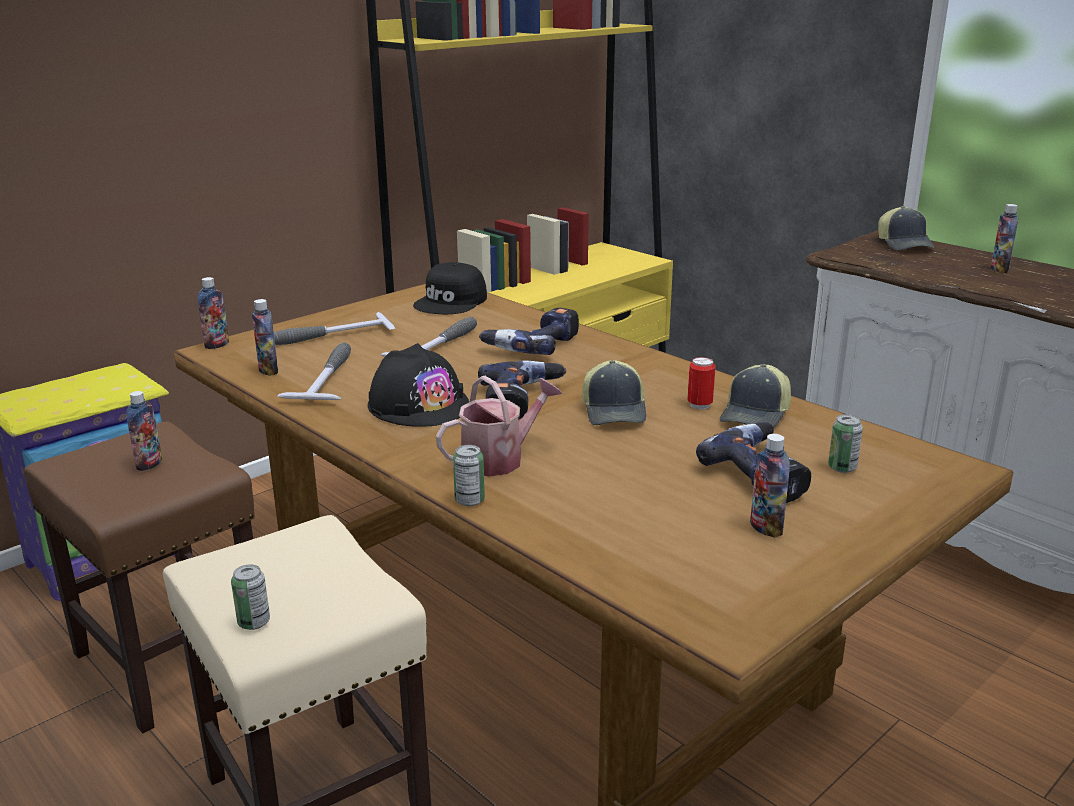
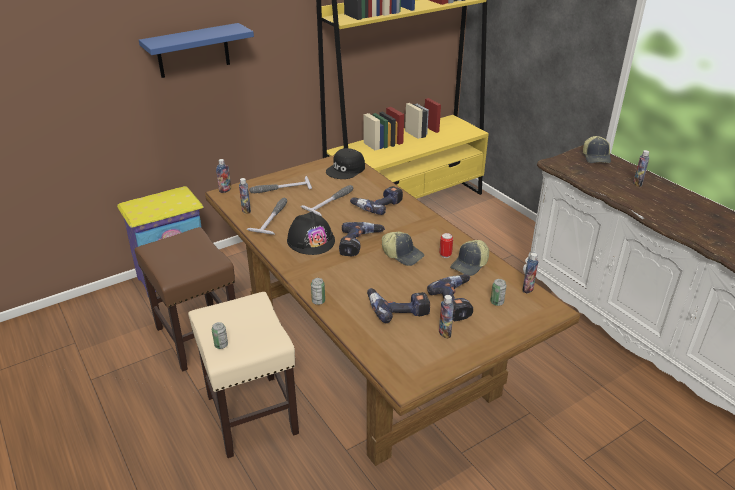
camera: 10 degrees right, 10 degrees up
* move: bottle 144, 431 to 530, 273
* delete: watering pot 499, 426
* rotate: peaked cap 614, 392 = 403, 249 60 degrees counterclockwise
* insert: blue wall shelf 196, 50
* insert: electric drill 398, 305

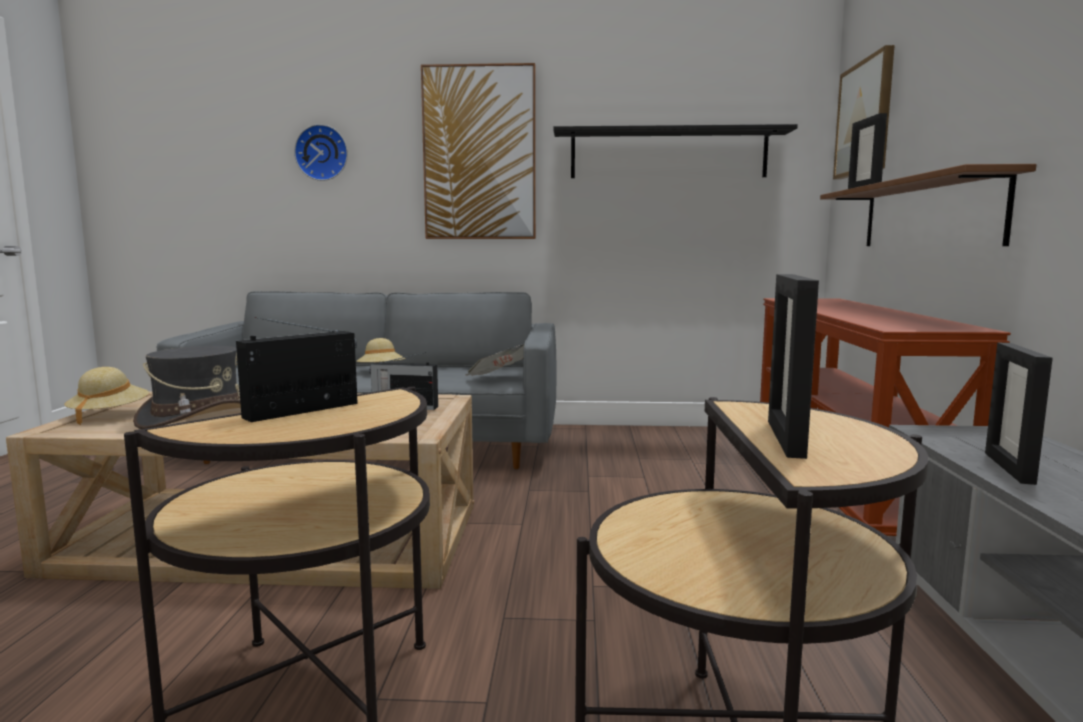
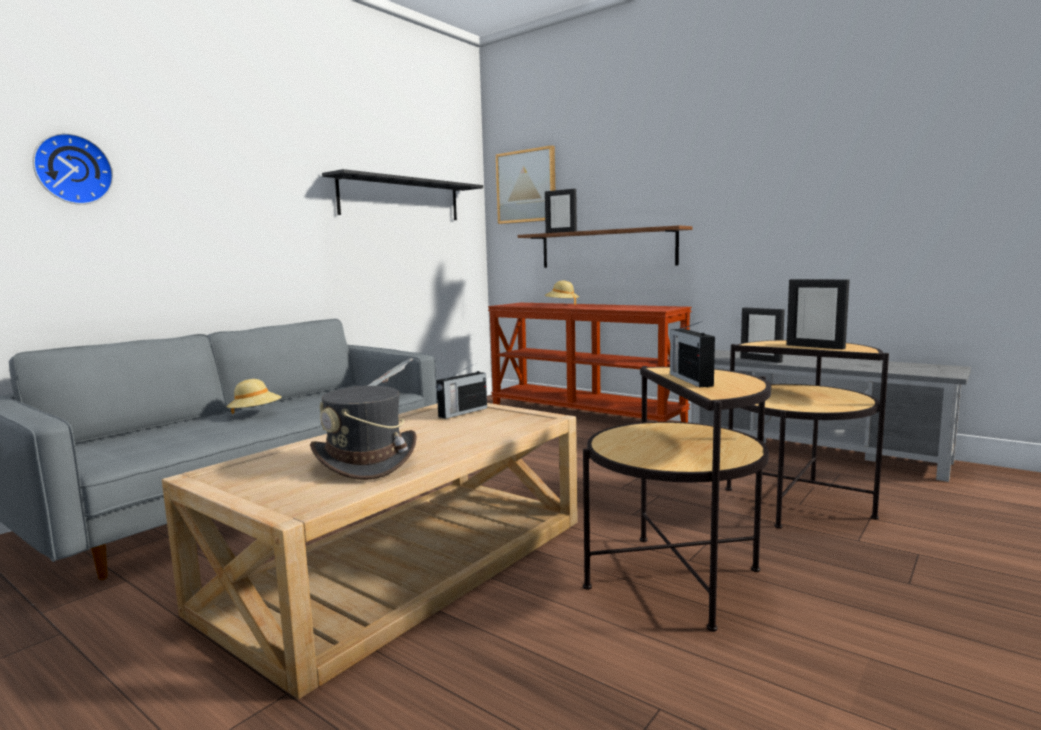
camera: 55 degrees left, 0 degrees up
* move: beige wearable hat 106, 396 to 562, 293
* delete: wall picture 478, 151

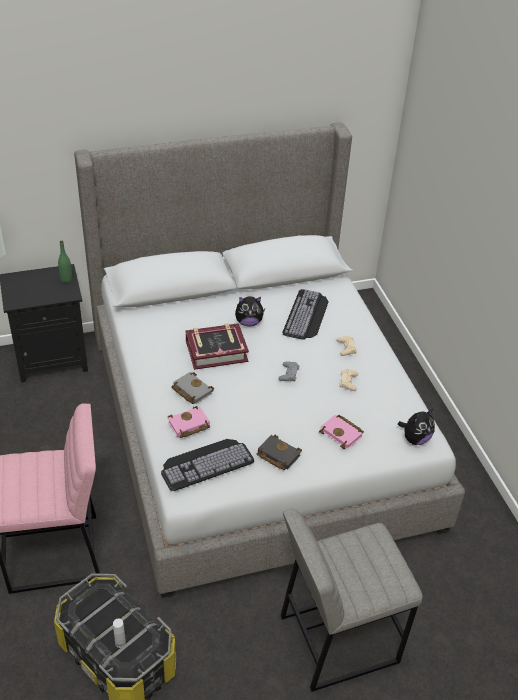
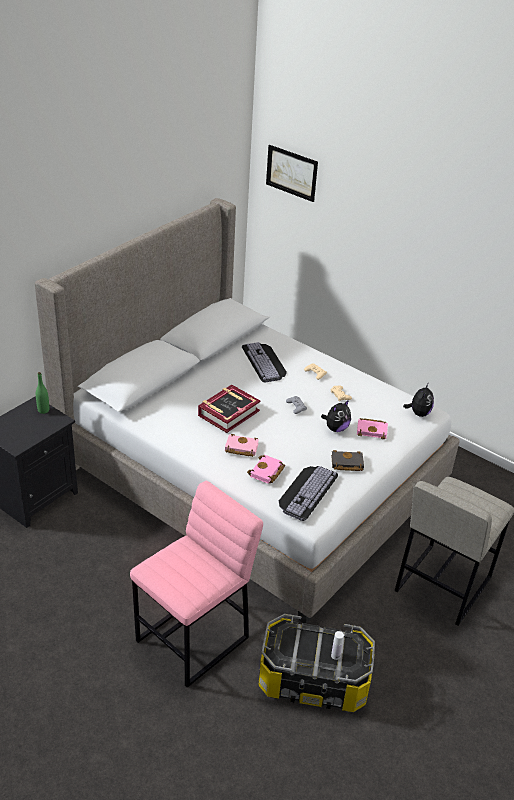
camera: 35 degrees left, 5 degrees down
* recolor: grey book 192, 388 to pink-coloured book 242, 445
* move: plush toy 250, 311 to 336, 416
* insert: wall picture 292, 173

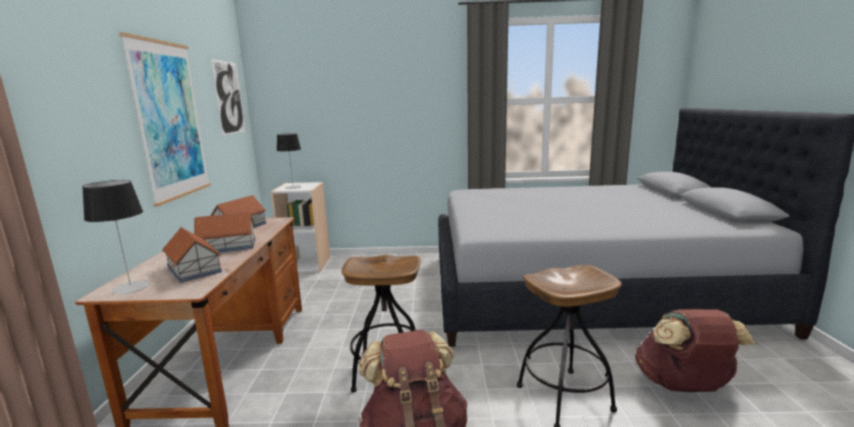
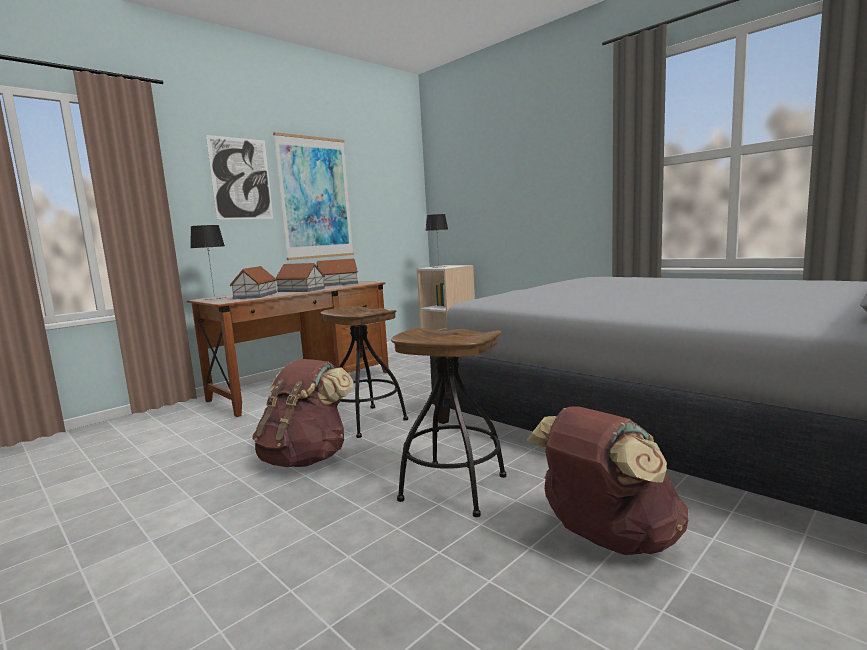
camera: 45 degrees right, 5 degrees down
* move: wall picture 228, 97 to 239, 177

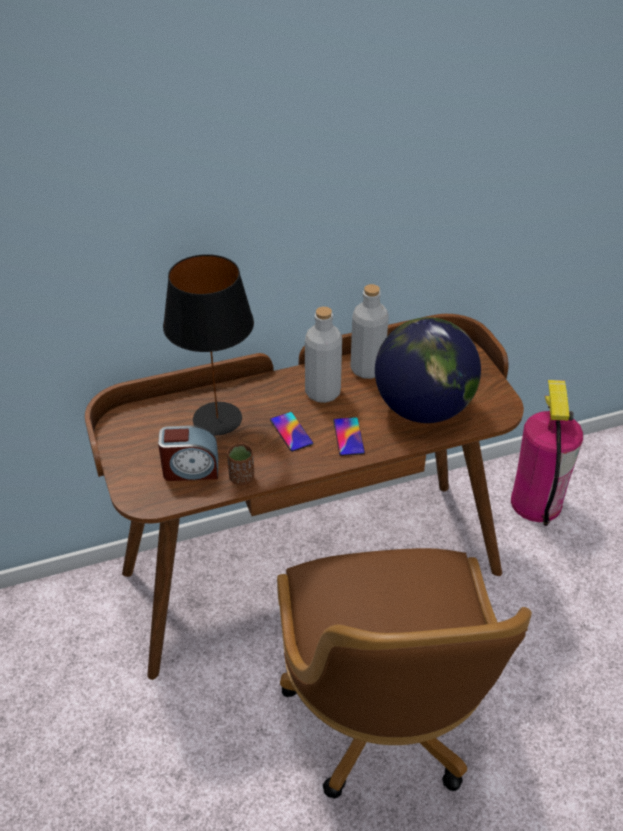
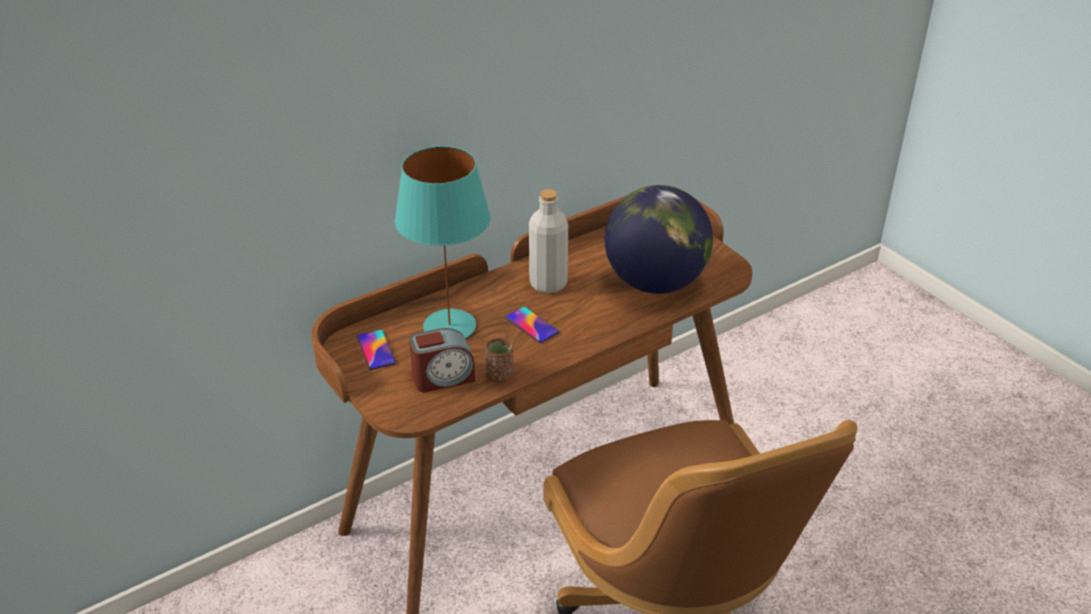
camera: 15 degrees left, 5 degrees down
* recolor: blackish table lamp 208, 344 to turquoise-coloured table lamp 443, 242
* move: phone 349, 436 to 376, 350
* delete: grey bottle 369, 331
* delete: extinguisher 547, 453

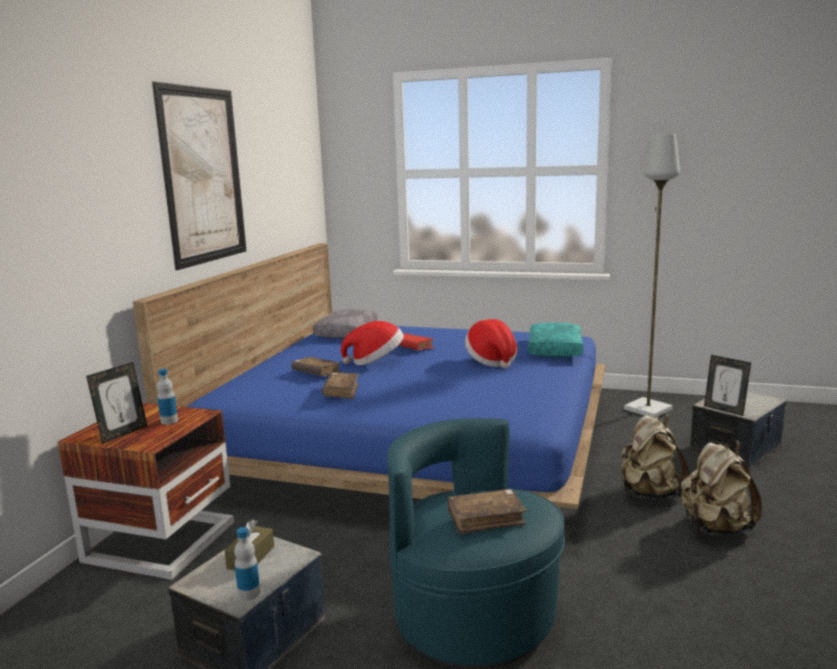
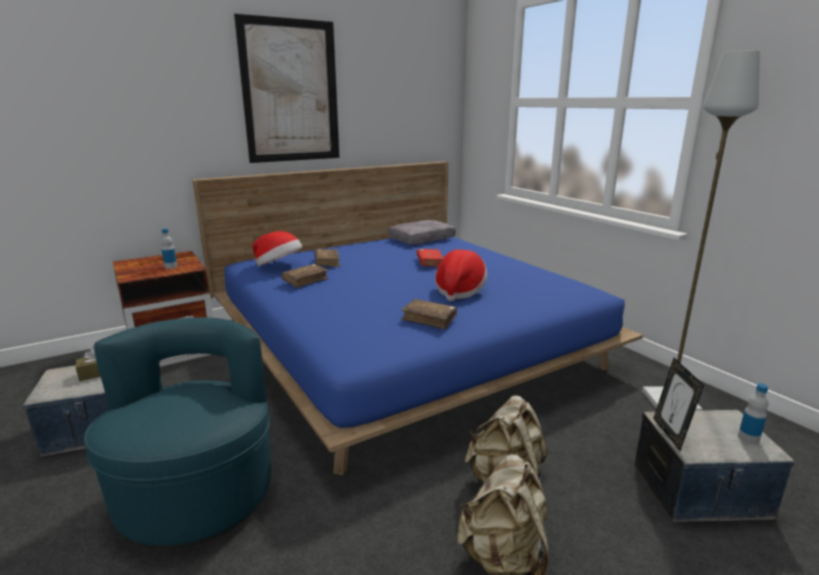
camera: 40 degrees right, 5 degrees up
* delete: photo frame 116, 403
* move: bottle 247, 564 to 753, 414
* move: wearable hat 372, 343 to 277, 248
* move: brown-coloured book 487, 511 to 429, 314
* delete: turquoise-coloured throw pillow 555, 340

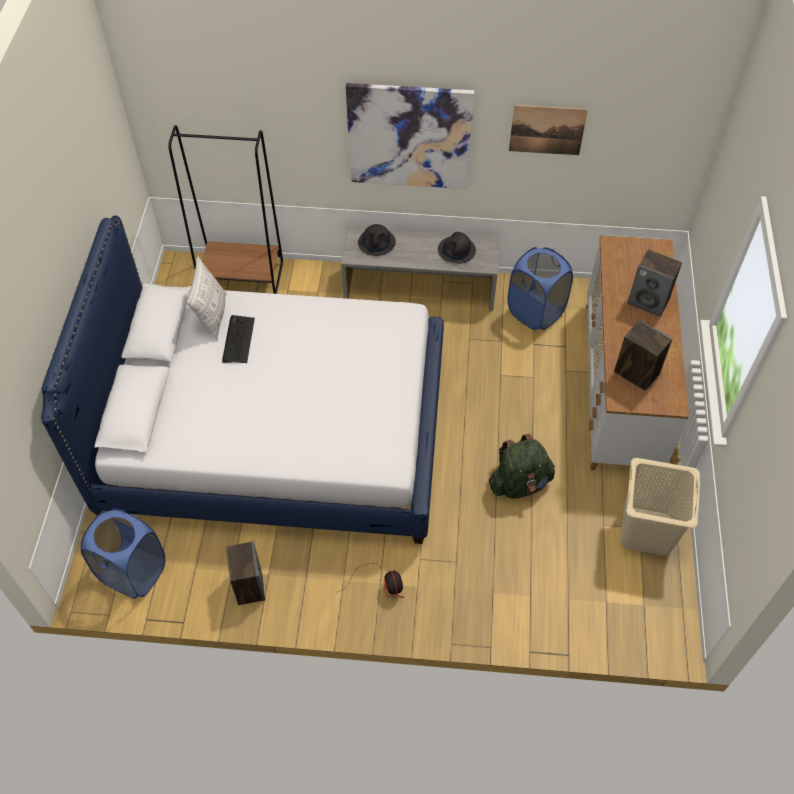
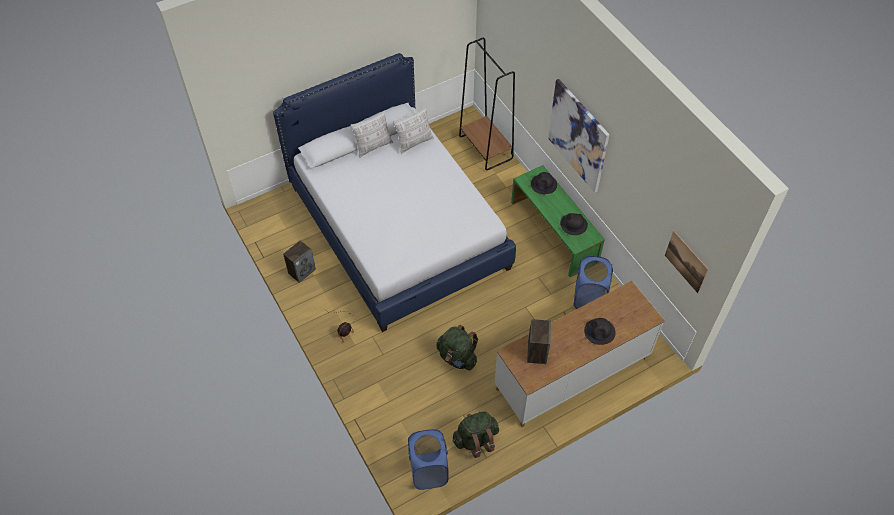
camera: 55 degrees right, 0 degrees up
* move: blue laundry basket 123, 553 to 428, 459
* delete: computer keyboard 238, 339
* recolor: grey indoor bench 420, 269 to greenish indoor bench 558, 221
* move: wall picture 548, 130 to 686, 262
* replace: beige laundry basket 660, 507 to greenish knapsack 476, 435
* replace: loudspeaker 655, 283 to blackish wearable hat 600, 331
* insert: throw pillow 371, 134

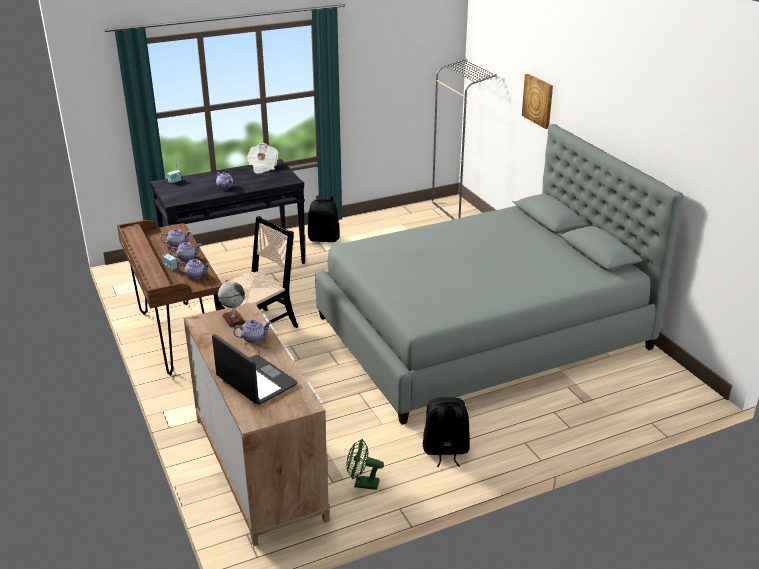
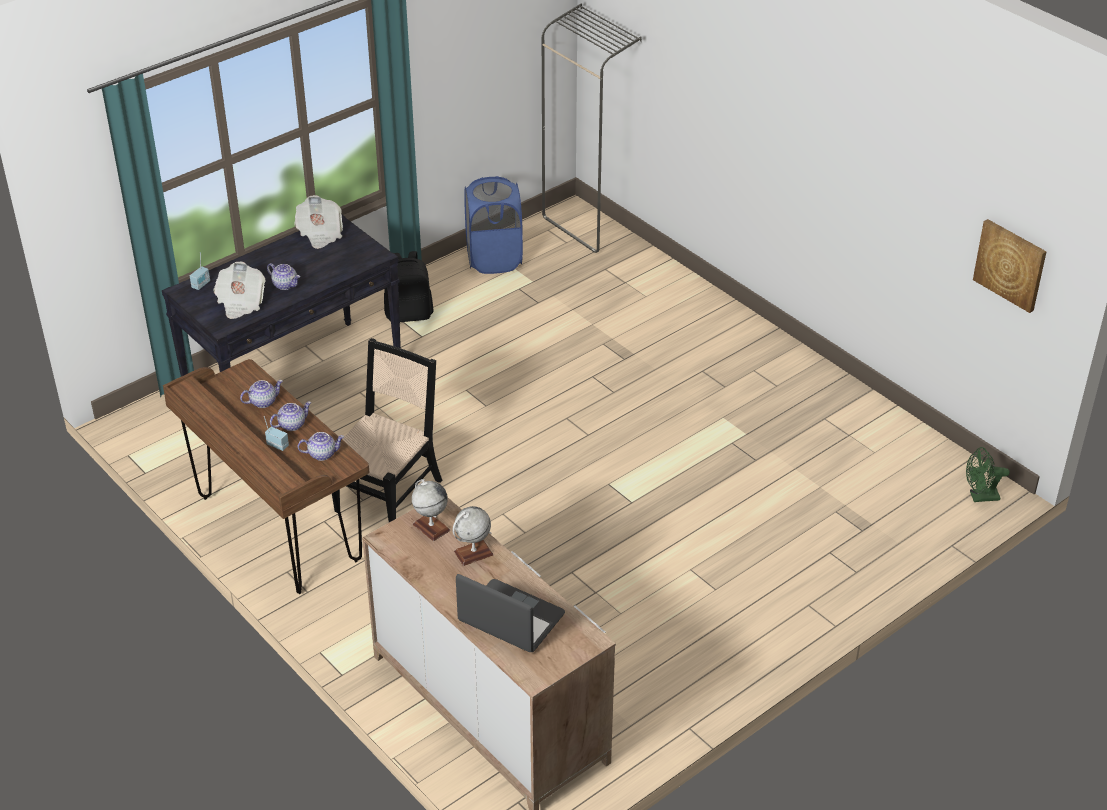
camera: 15 degrees left, 10 degrees up
* replace: teapot 252, 331 to desk globe 473, 536
* delete: grey bedroom bed 499, 274
* move: greenish fan 365, 464 to 988, 474
* delete: blackish knapsack 446, 432
* move: wall picture 537, 101 to 1010, 266
* insert: printed paper 239, 290
* insert: blue laundry basket 493, 225

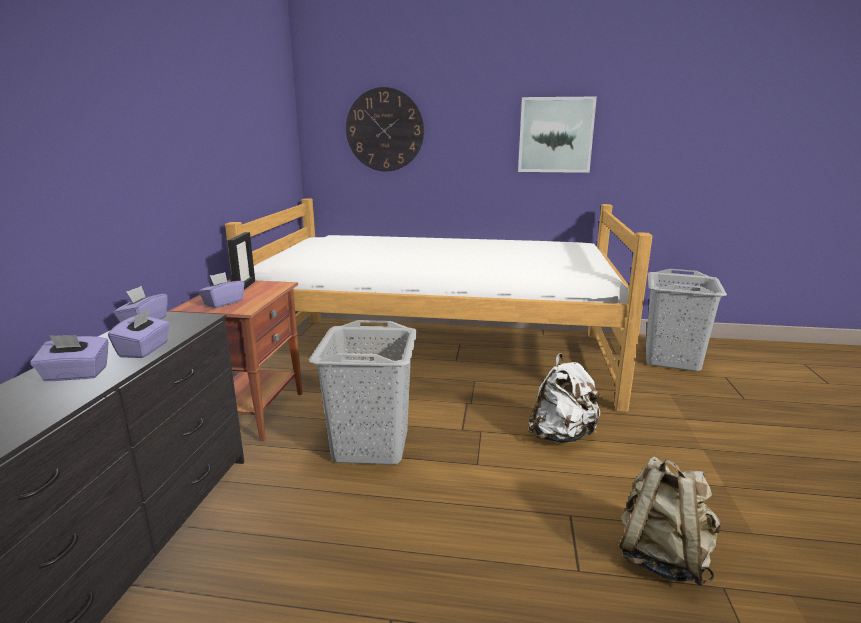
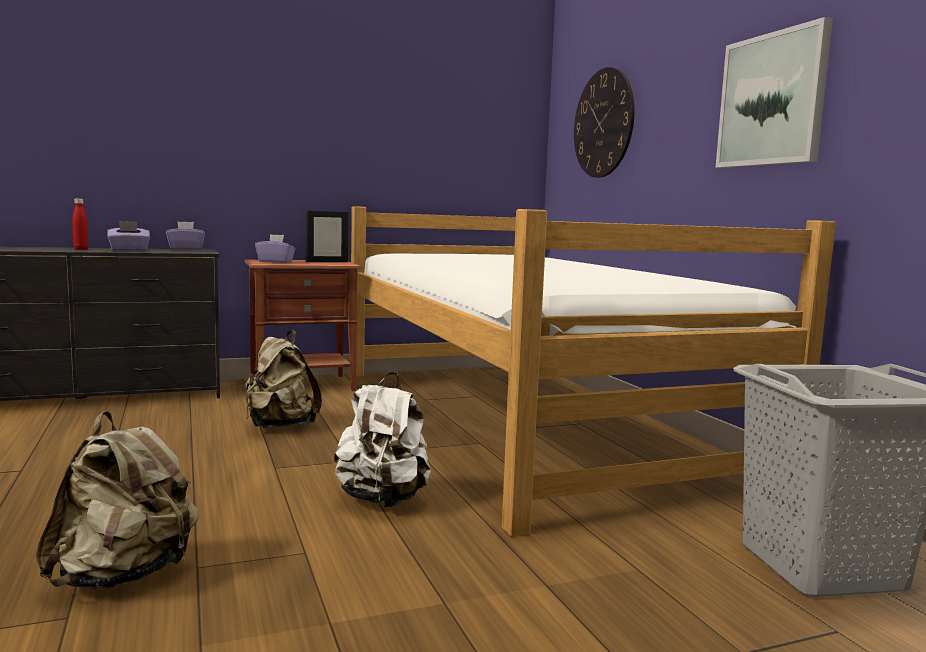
camera: 60 degrees right, 10 degrees down
* replace: purplish box of tissues 69, 358 to red-coloured bottle 80, 224
* replace: grey laundry basket 363, 392 to beige knapsack 283, 379

